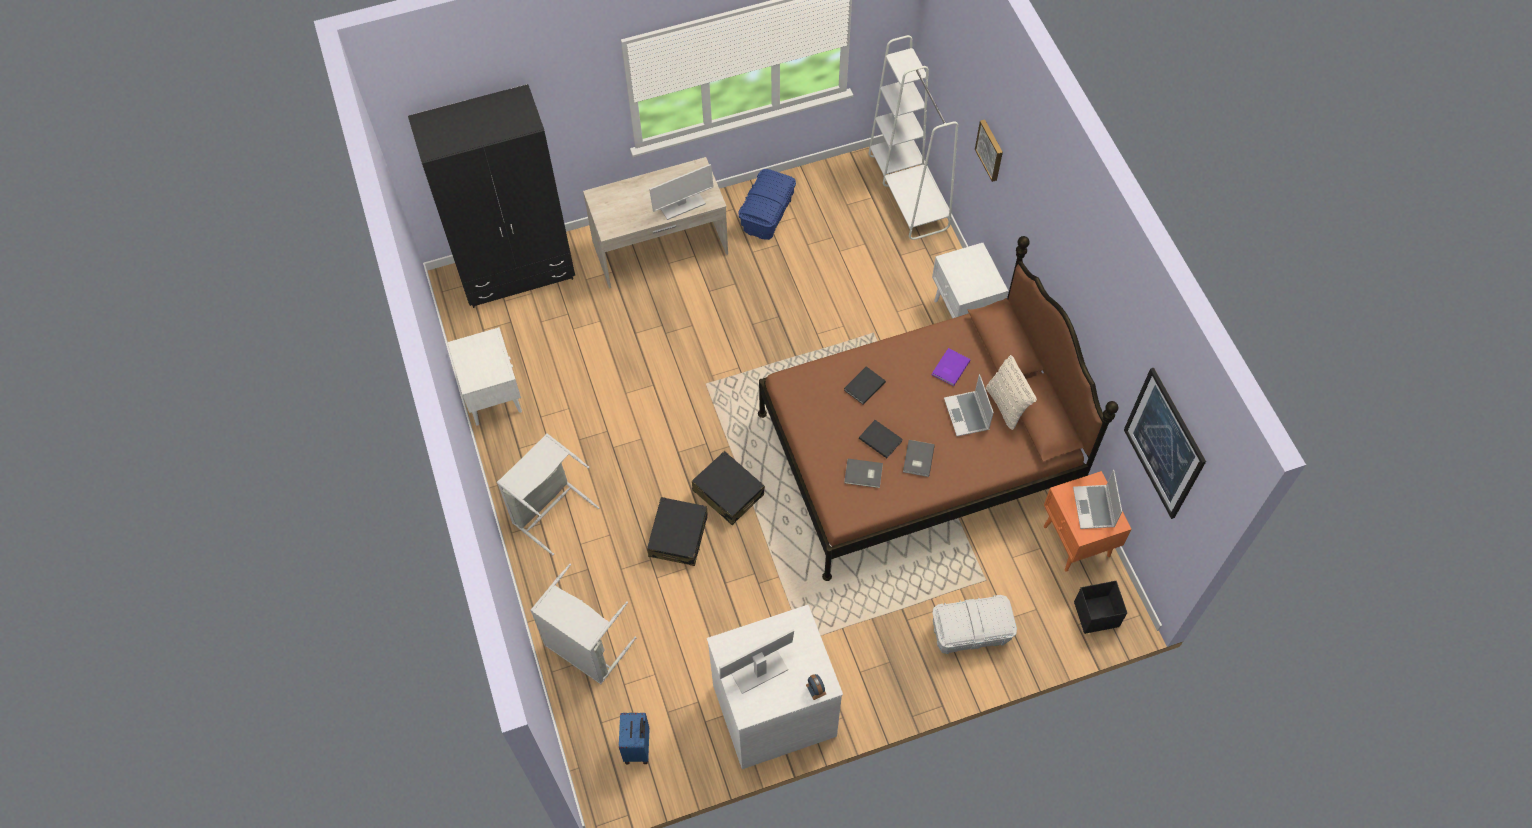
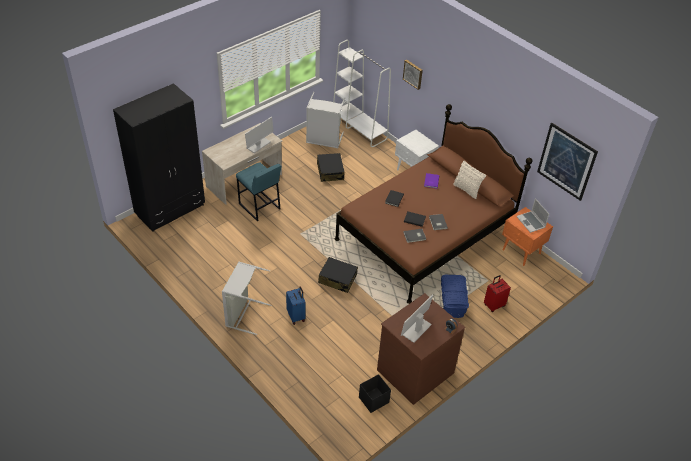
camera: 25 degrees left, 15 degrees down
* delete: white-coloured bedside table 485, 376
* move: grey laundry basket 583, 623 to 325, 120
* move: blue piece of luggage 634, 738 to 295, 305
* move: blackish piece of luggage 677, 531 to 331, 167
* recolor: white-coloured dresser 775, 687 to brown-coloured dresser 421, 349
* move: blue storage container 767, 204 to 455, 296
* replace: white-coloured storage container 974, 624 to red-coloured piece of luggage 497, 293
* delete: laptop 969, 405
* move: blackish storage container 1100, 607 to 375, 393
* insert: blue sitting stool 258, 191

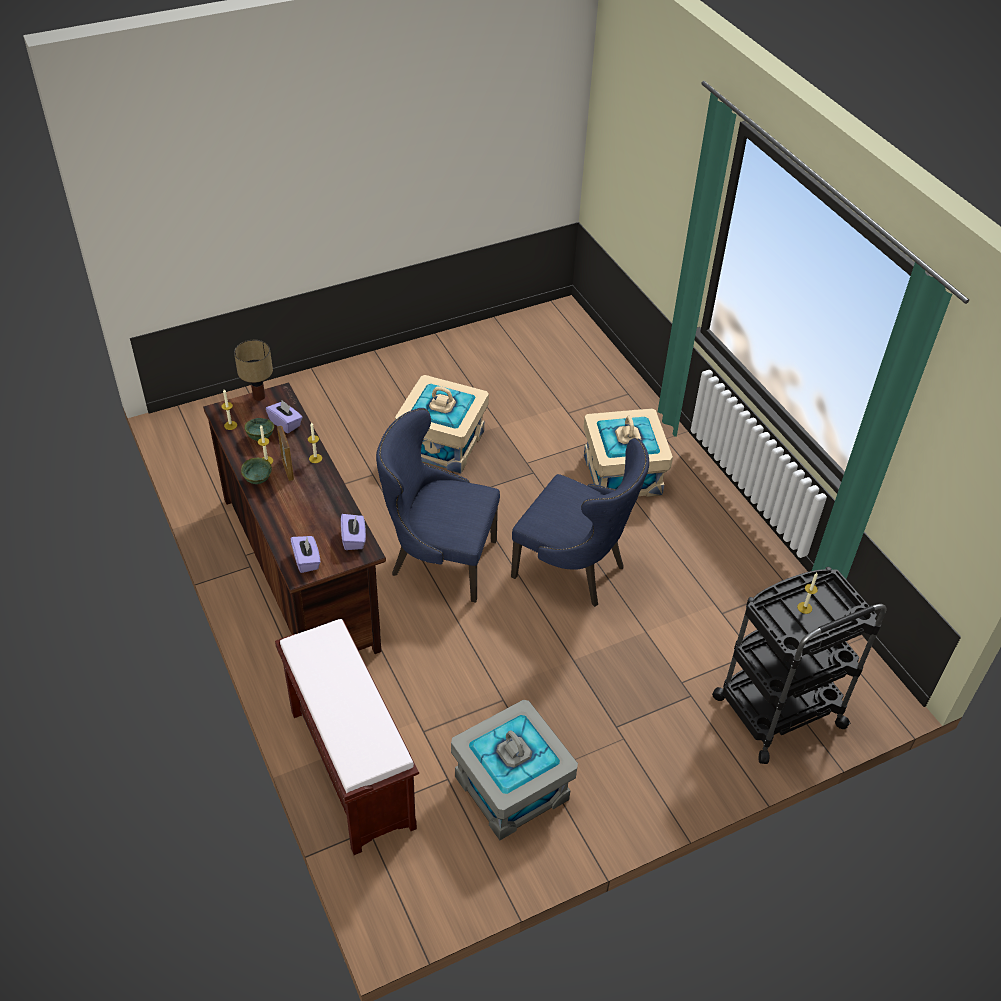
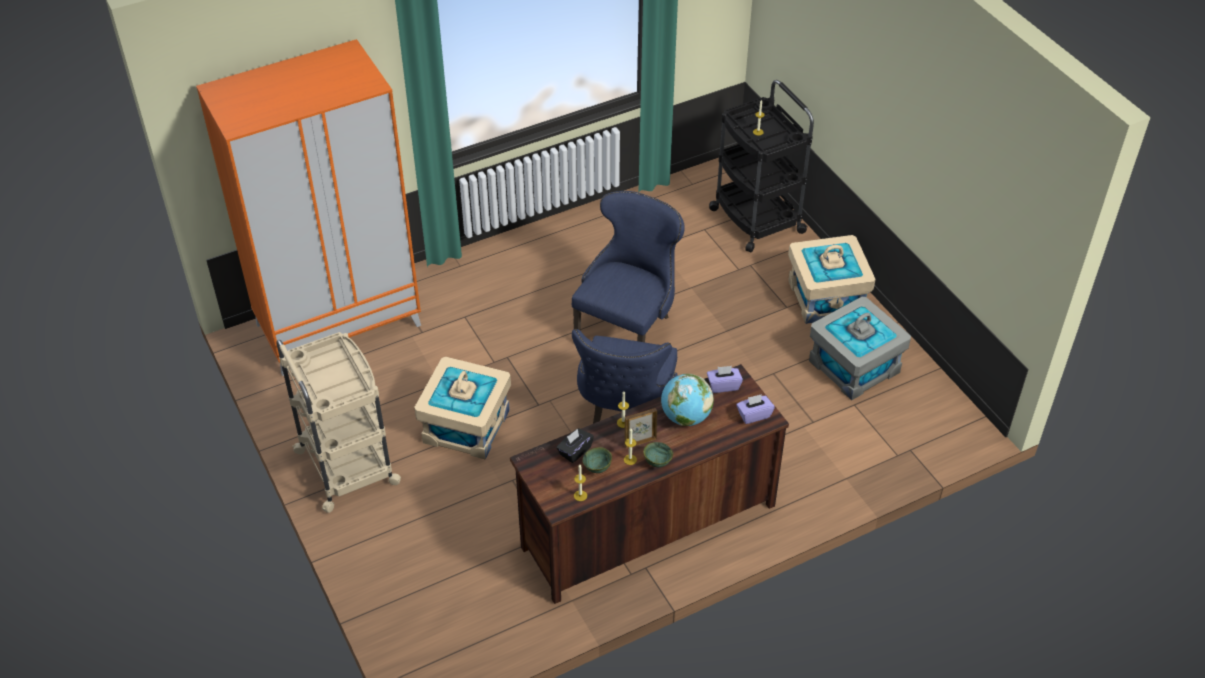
camera: 90 degrees left, 0 degrees up
* delete: table lamp 253, 370
* recolor: purplish box of tissues 284, 416 to blackish box of tissues 575, 445
* delete: brown-coloured indoor bench 347, 737
* move: beige storage container 628, 452 to 832, 279
* insert: orange armoire 308, 207
* insert: beige wheeled cart 338, 422
* insert: desk globe 687, 400

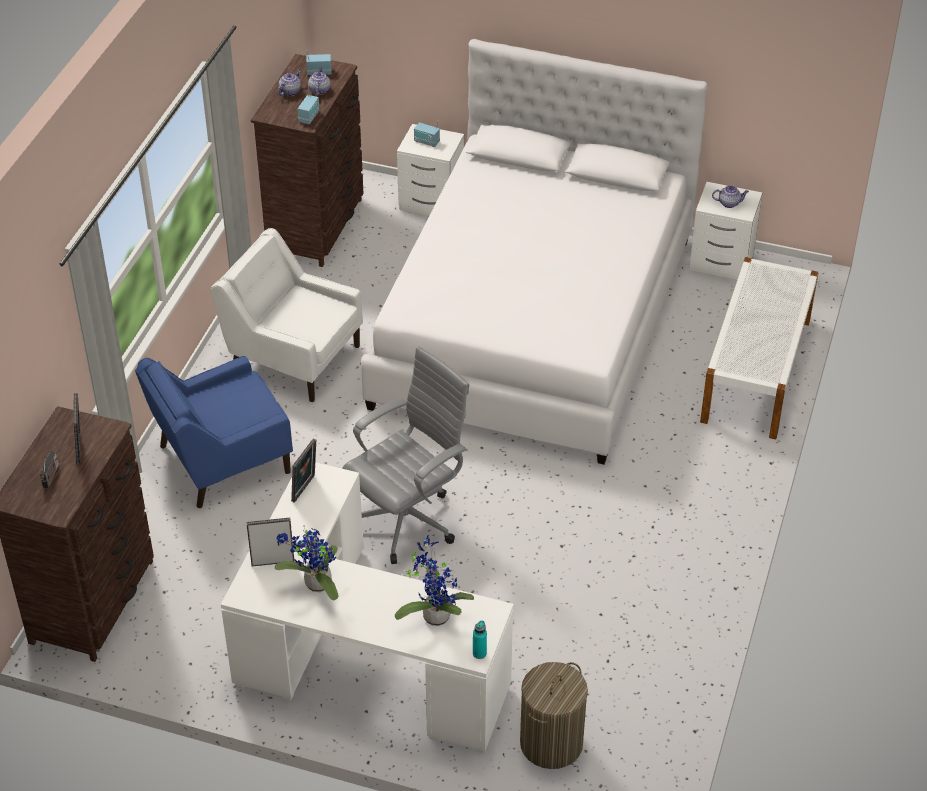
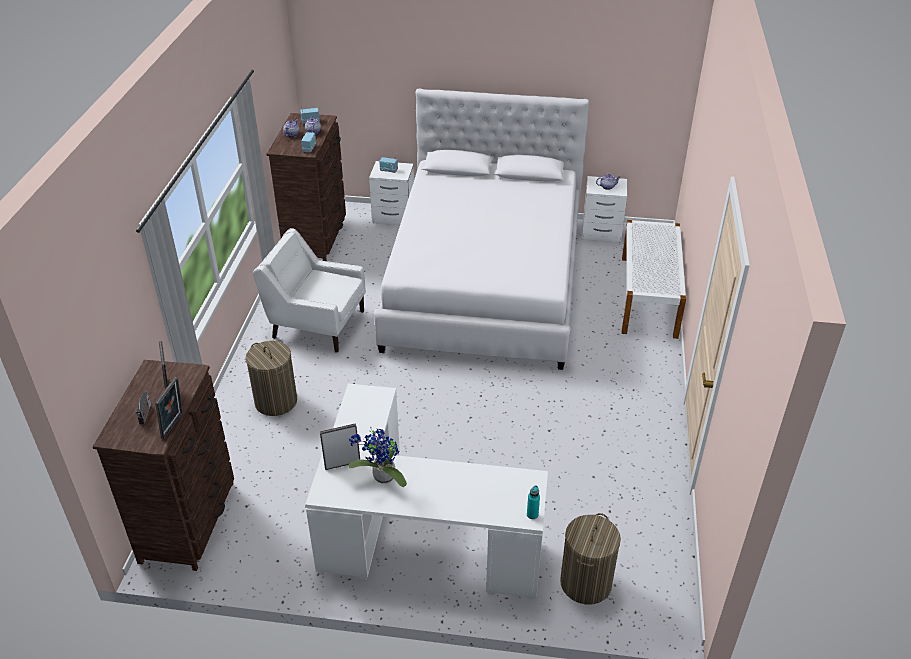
camera: 10 degrees left, 5 degrees down
* replace: blue easy chair 214, 432 to laundry basket 271, 378
* move: photo frame 303, 470 to 169, 408
* delete: grey office chair 405, 455
* delete: houseplant 434, 580

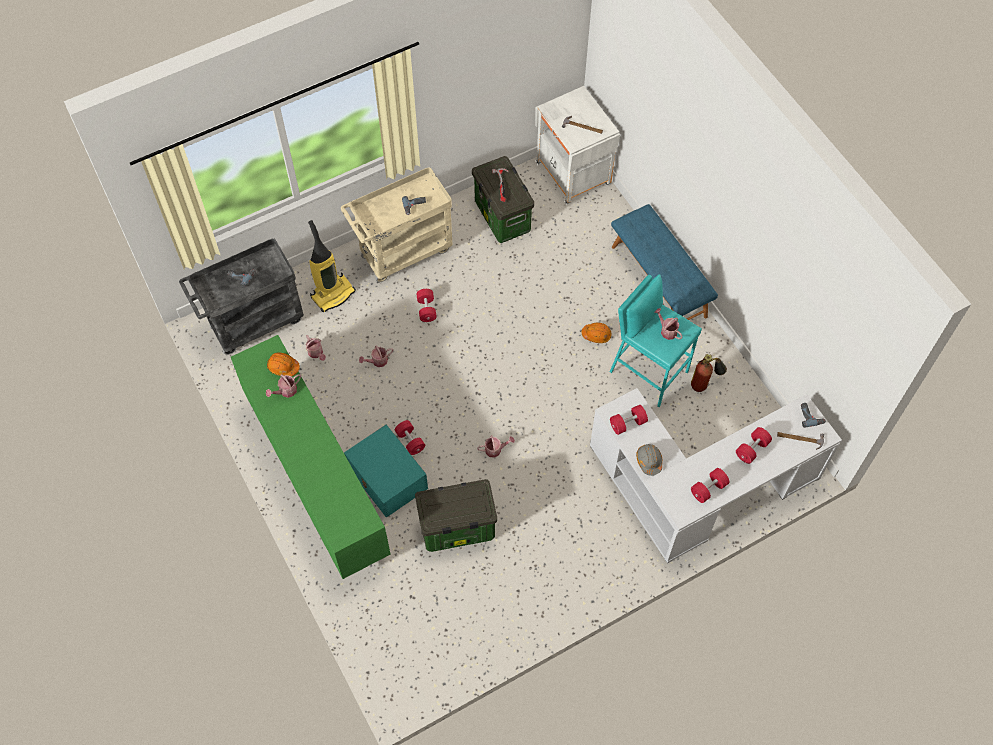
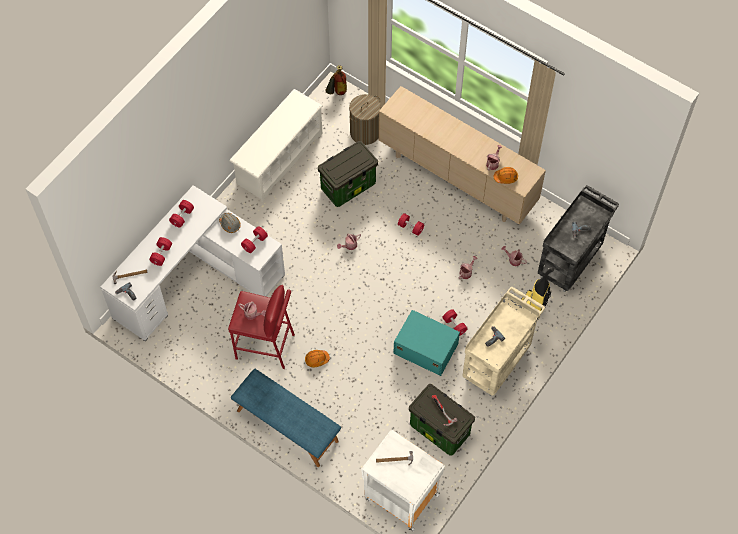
camera: 155 degrees right, 0 degrees up
* recolor: greenish storage cabinet 311, 457 to beige storage cabinet 462, 155
* move: turquoise-coloured storage container 386, 471 to 426, 343
* recolor: turquoise-coloured sitting stool 656, 340 to red-coloured sitting stool 261, 327
* move: extinguisher 709, 373 to 336, 80
* insert: white-coloured shoe rack 275, 145
* insert: laundry basket 365, 119

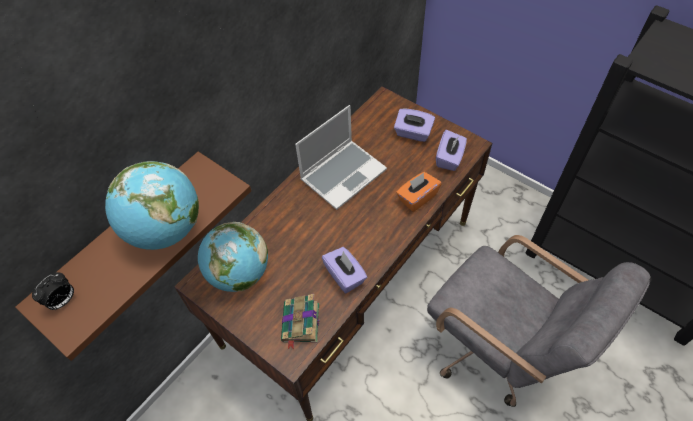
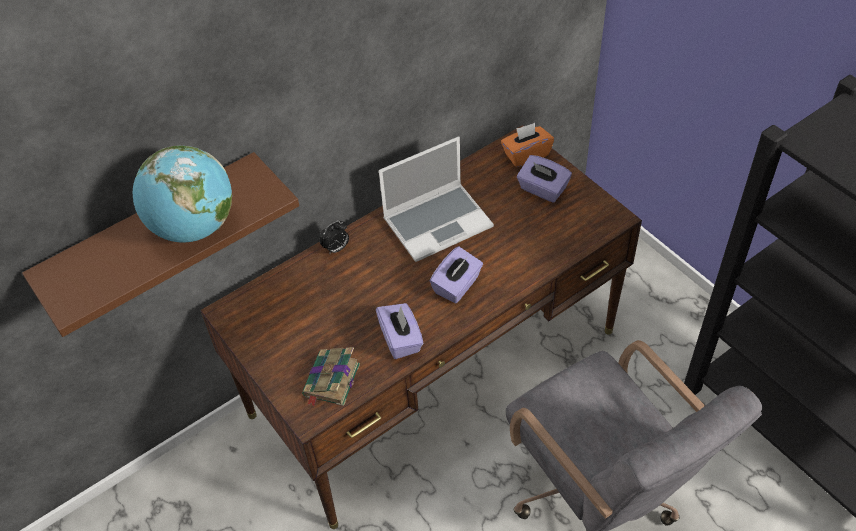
camera: 15 degrees right, 5 degrees down
* move: alarm clock 53, 291 to 334, 237
* delete: desk globe 233, 257
* move: orange box of tissues 418, 192 to 527, 145
* move: purplish box of tissues 451, 150 to 456, 274

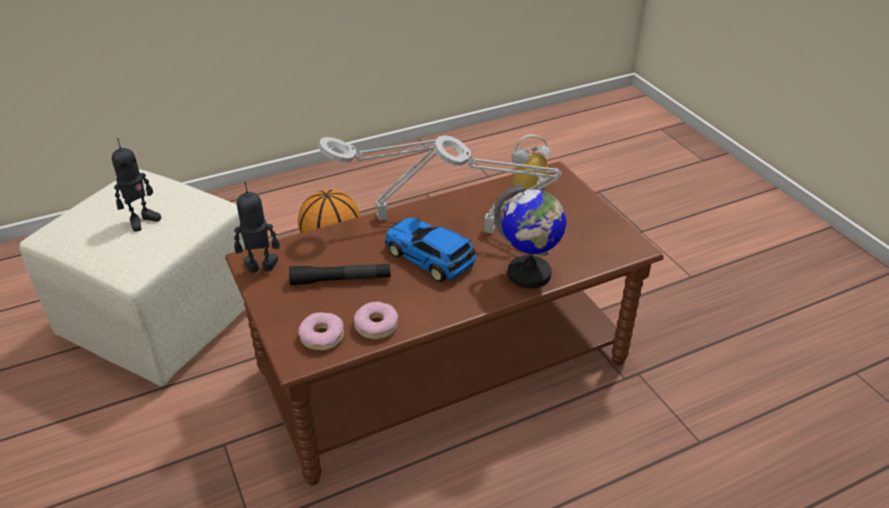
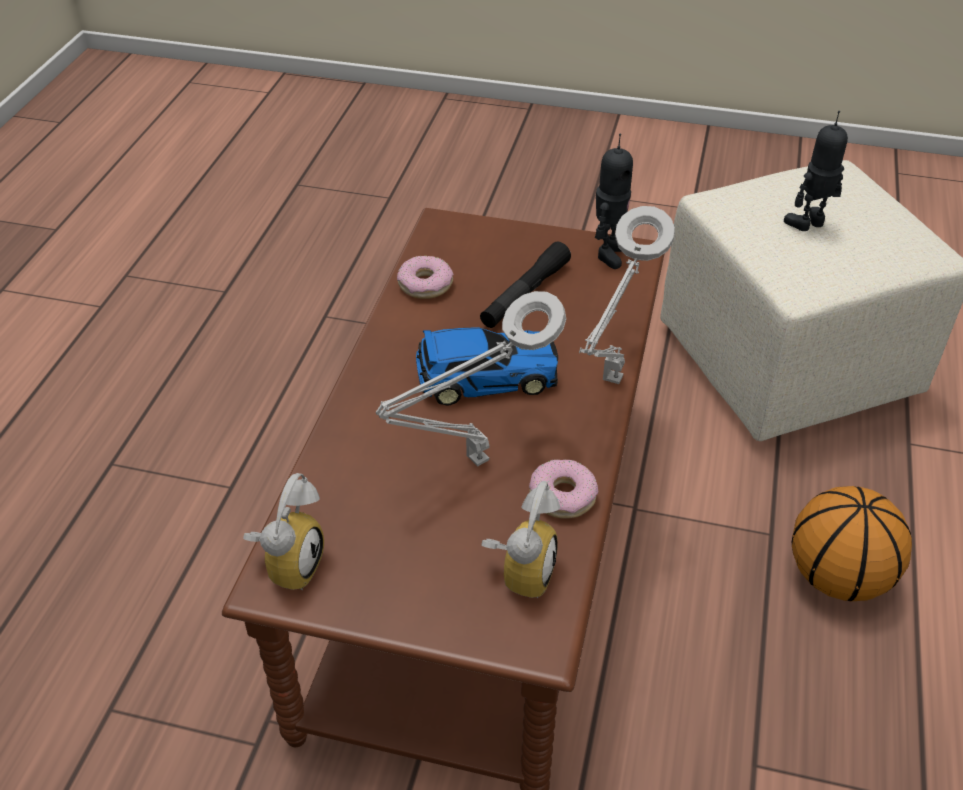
camera: 130 degrees right, 5 degrees up
* rotate: toy robot 136, 185 = 816, 171 75 degrees clockwise
* move: doughnut 321, 331 to 563, 489
* delete: desk globe 530, 236
* insert: alarm clock 283, 531

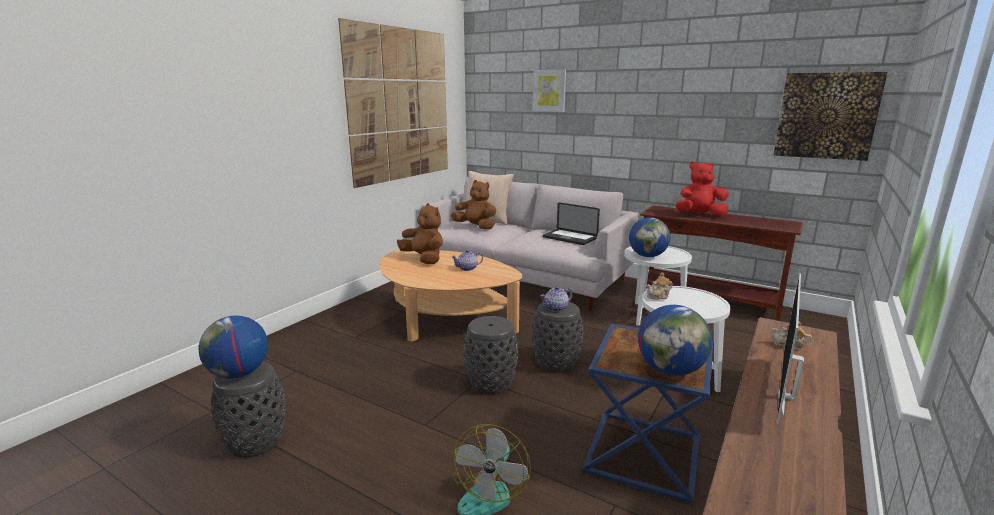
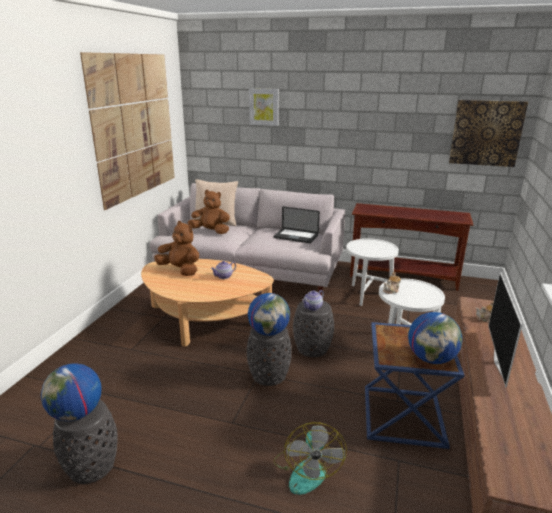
camera: 15 degrees left, 5 degrees up
* move: desk globe 649, 237 to 269, 314
* delete: red-coloured plush toy 702, 188

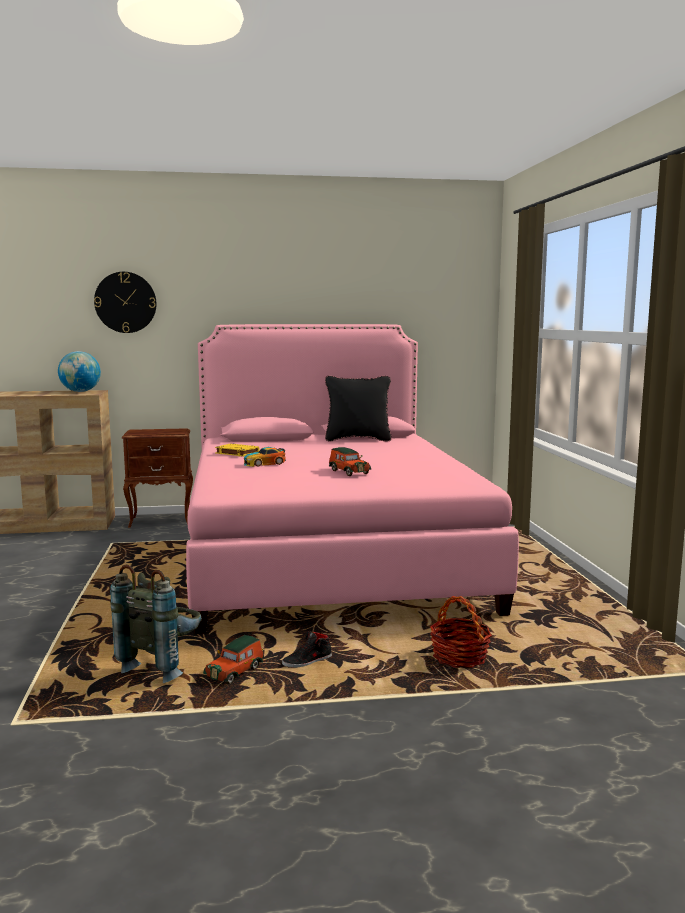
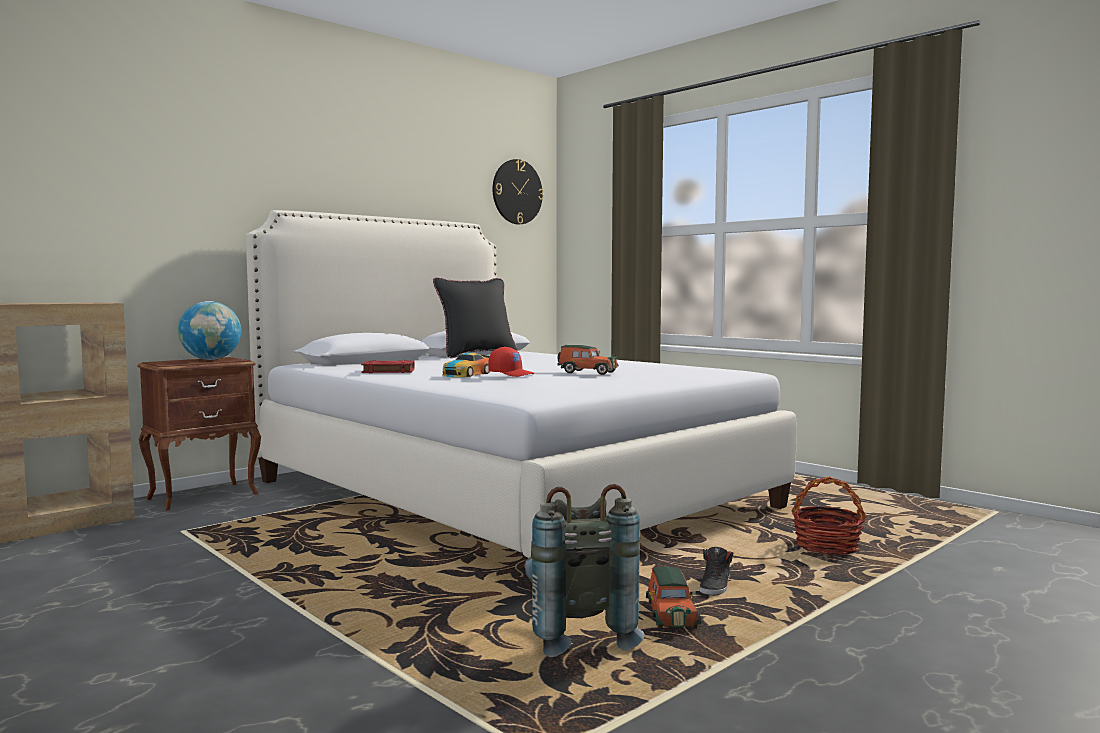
camera: 35 degrees left, 5 degrees down
* move: desk globe 79, 371 to 209, 330
* move: clock on the wall 125, 302 to 518, 191
* recolor: pink-coloured bedroom bed 352, 479 to white-coloured bedroom bed 521, 400
* recolor: yellow-coloured book 237, 450 to red-coloured book 388, 366
* insert: red-coloured peaked cap 511, 361

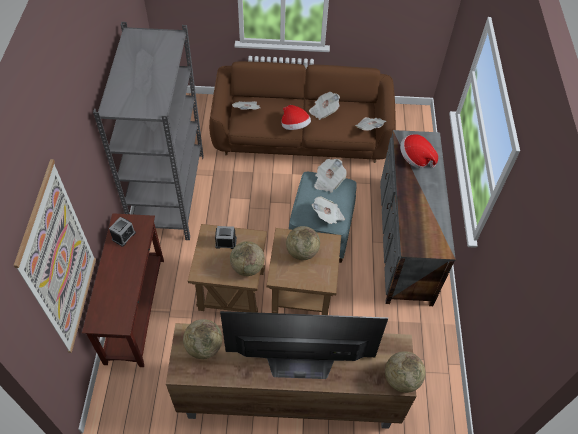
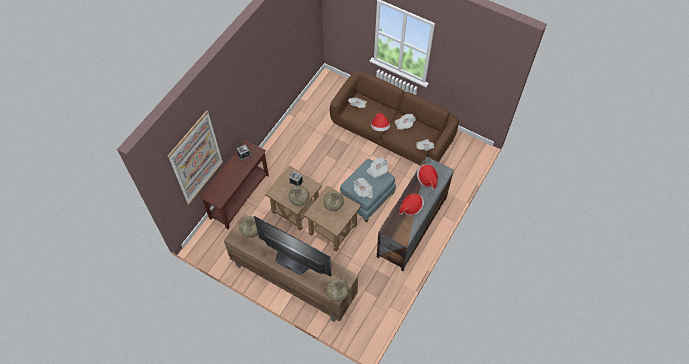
camera: 30 degrees right, 5 degrees up
* delete: grey bookshelf 148, 131
* insert: wearable hat 411, 204

